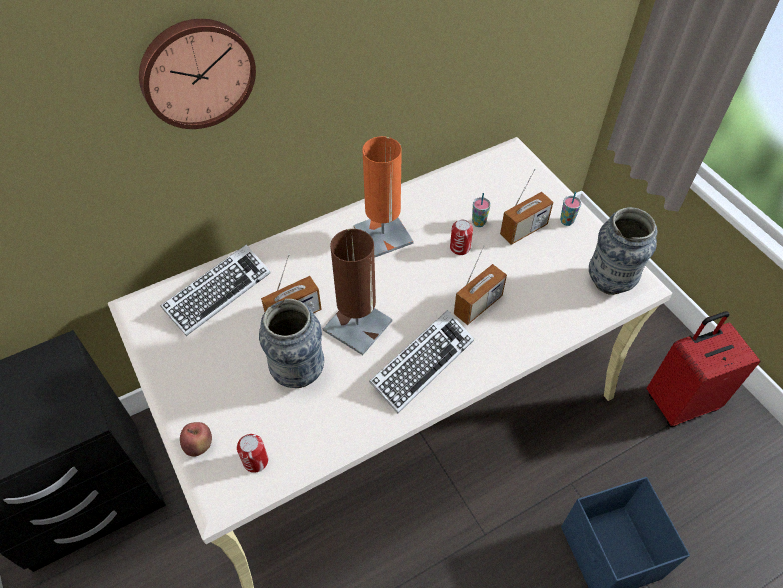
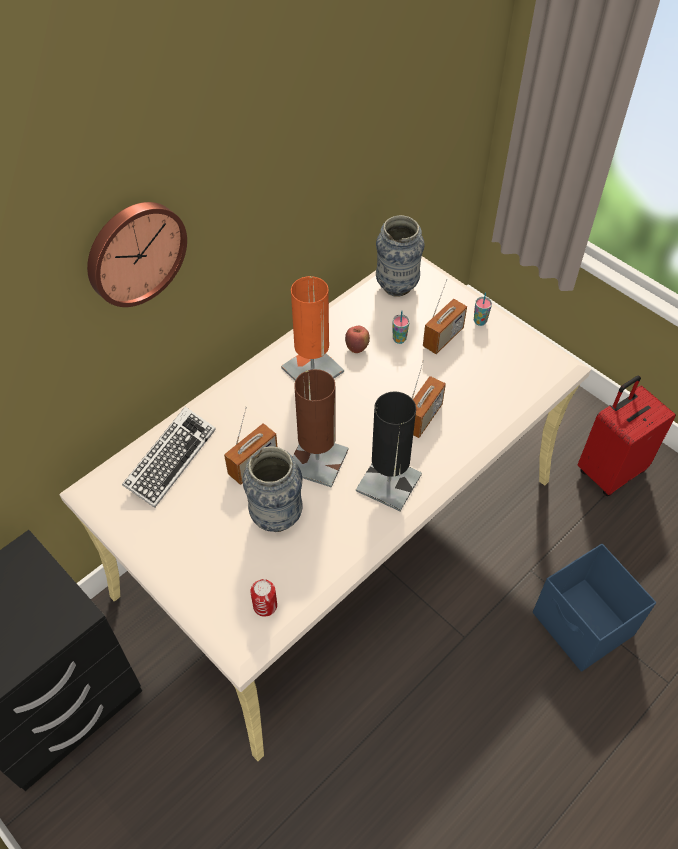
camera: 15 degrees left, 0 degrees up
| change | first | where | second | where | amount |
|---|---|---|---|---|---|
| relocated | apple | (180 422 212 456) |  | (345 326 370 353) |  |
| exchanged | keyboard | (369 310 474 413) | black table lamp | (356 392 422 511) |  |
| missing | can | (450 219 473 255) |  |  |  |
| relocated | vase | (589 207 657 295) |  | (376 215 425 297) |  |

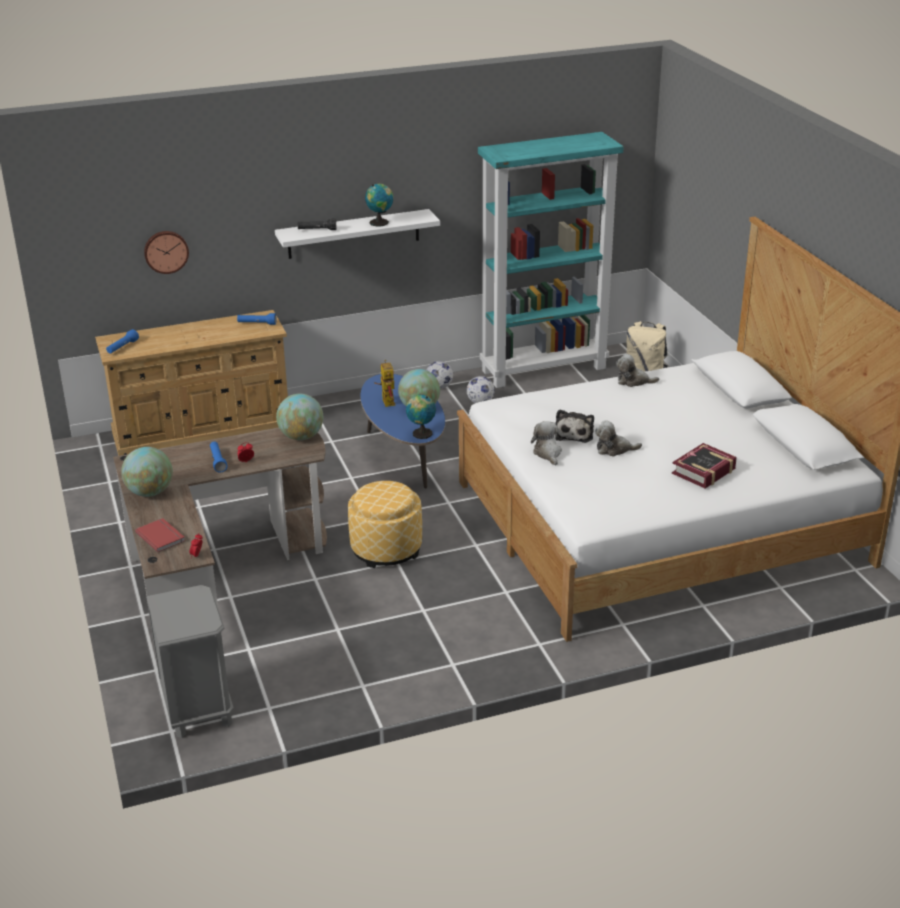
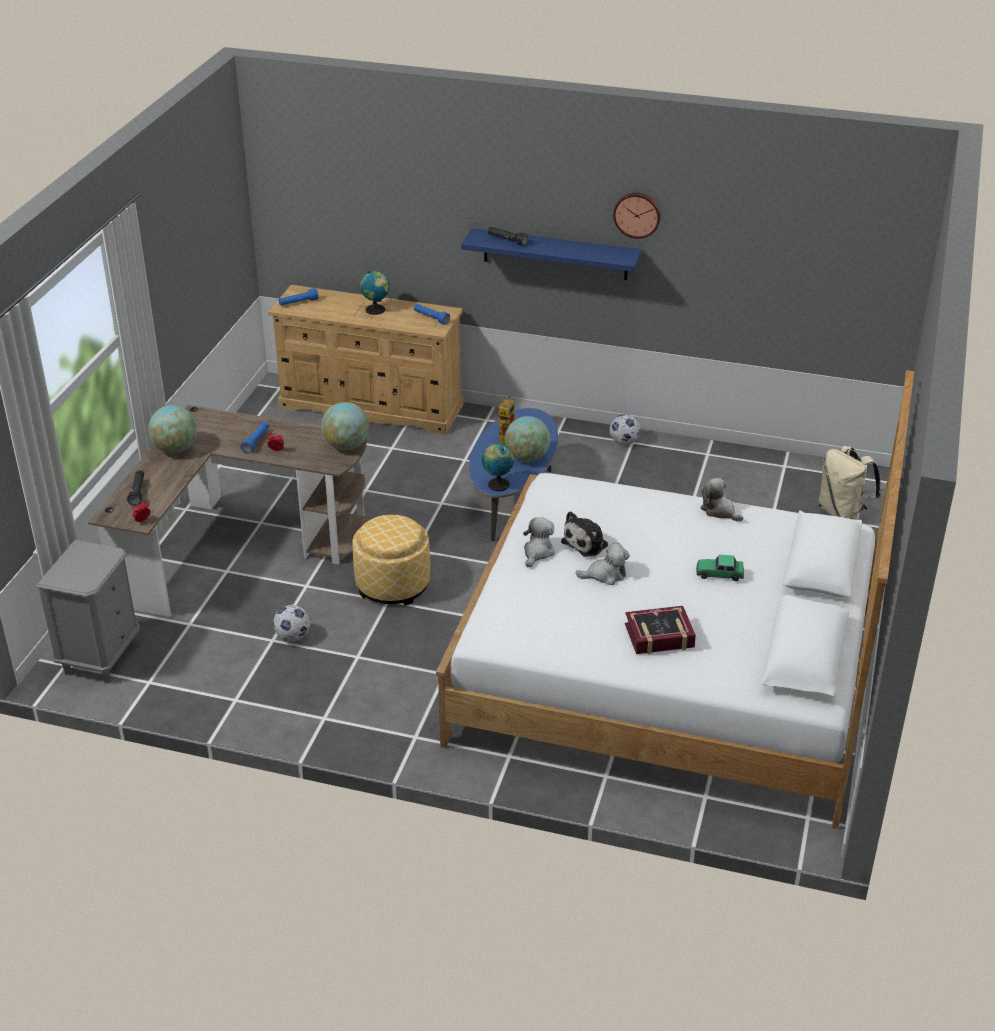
camera: 35 degrees right, 5 degrees up
| change | first | where | second | where | amount |
|---|---|---|---|---|---|
| exchanged | red book | (135 518 185 552) | black flashlight | (127 470 144 506) |  |
| relocated | wall clock | (144 231 189 274) |  | (613 193 661 239) |  |
| colour | white shelf | (275 209 440 259) | blue shelf | (461 228 642 280) |  |
| relocated | globe | (365 184 393 226) |  | (360 271 390 315) |  |
| relocated | football | (466 376 495 403) |  | (273 605 310 642) |  |
| missing | turquoise bookcase | (478 132 624 388) |  |  |  |
| spun | plush toy | (595 420 642 456) |  | (575 542 630 585) | 135 degrees clockwise |
| appeared |  |  | toy car | (696 555 744 581) |  |

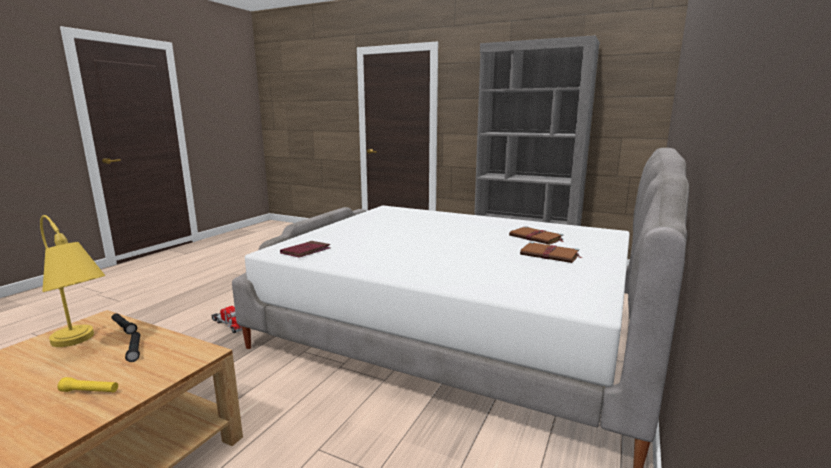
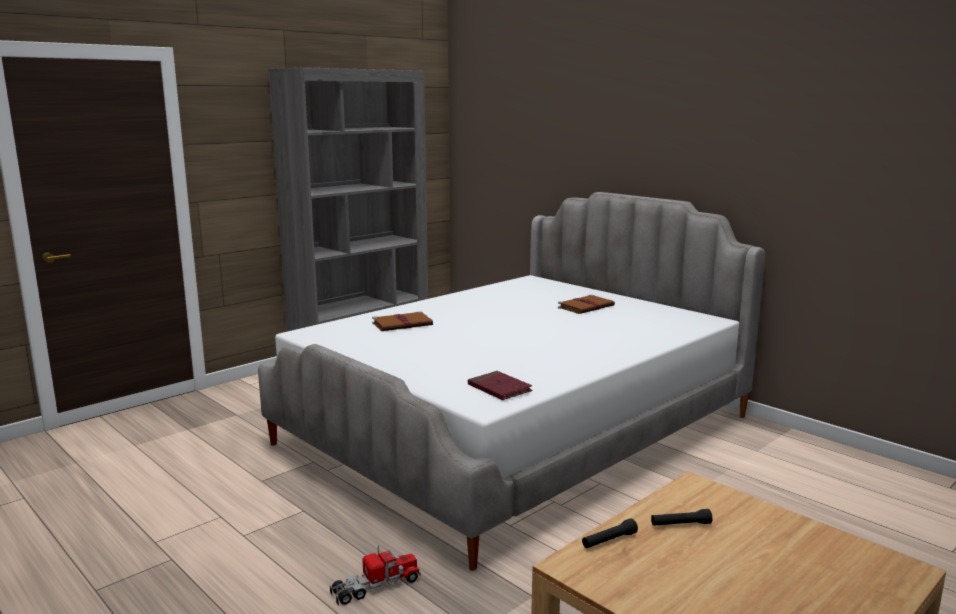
camera: 70 degrees left, 0 degrees up
| change | first | where | second | where | amount |
|---|---|---|---|---|---|
| missing | yellow table lamp | (40 215 105 347) |  |  |  |
| missing | yellow flashlight | (57 377 118 392) |  |  |  |
| relocated | brown book | (509 226 564 245) |  | (372 311 433 331) |  |

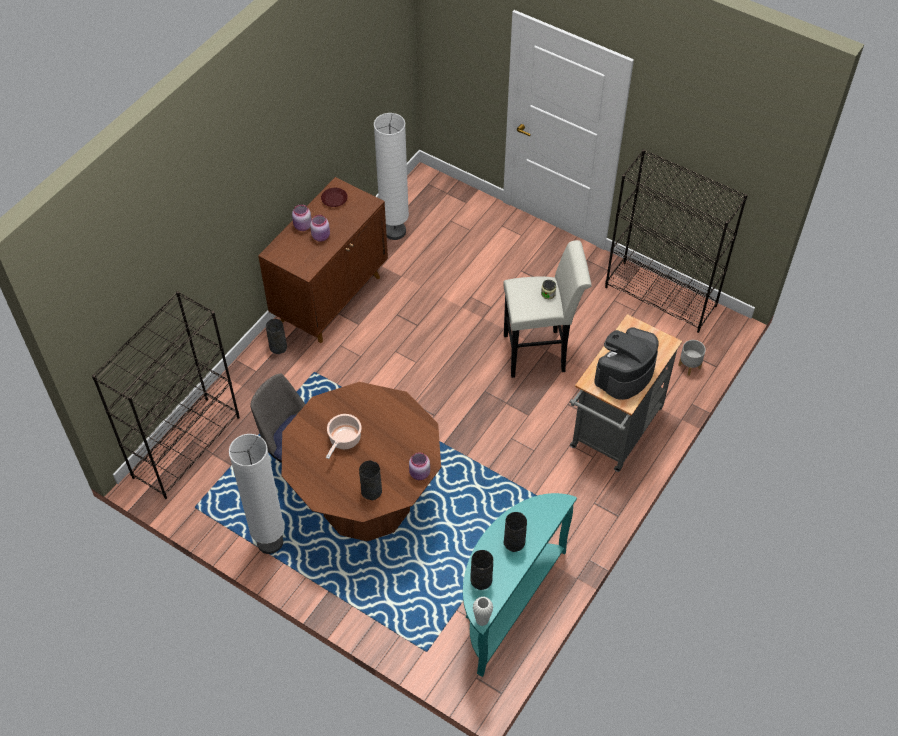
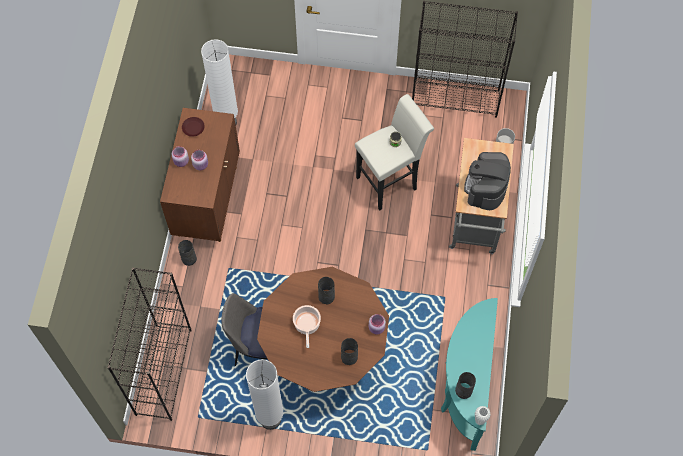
camera: 25 degrees left, 10 degrees up
| change | first | where | second | where | amount |
|---|---|---|---|---|---|
| relocated | grey vase | (504 512 527 552) |  | (318 277 335 304) |  |

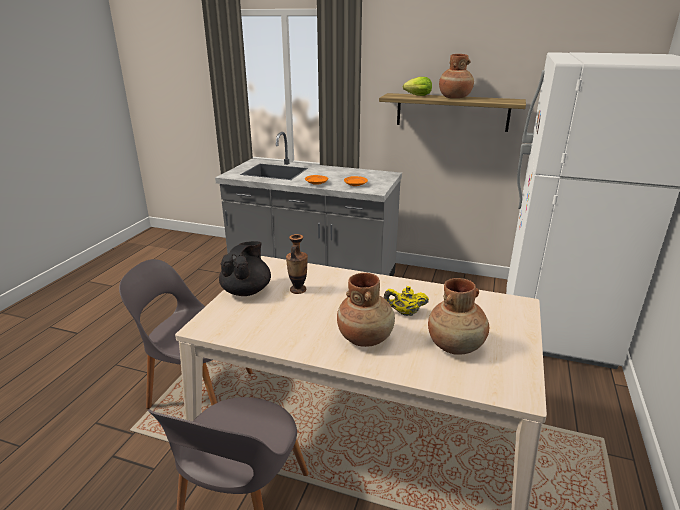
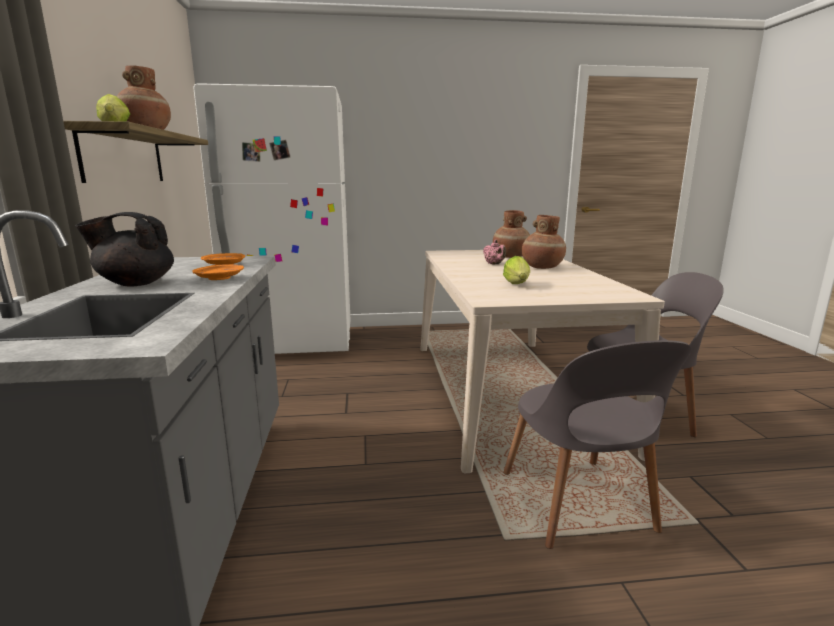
camera: 115 degrees left, 10 degrees down
| change | first | where | second | where | amount |
|---|---|---|---|---|---|
| relocated | black teapot | (219 241 271 296) |  | (75 212 174 287) |  |
| exchanged | vase | (286 234 308 294) | lettuce | (503 256 530 284) |  |
| colour | yellow teapot | (384 286 429 316) | pink teapot | (483 240 506 264) |  |

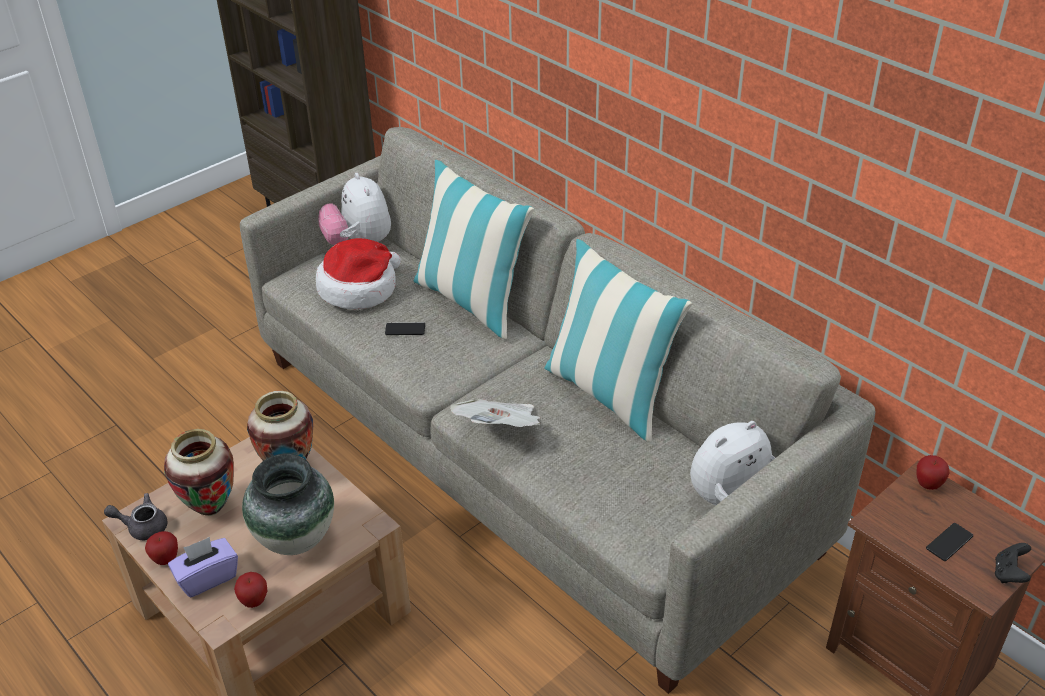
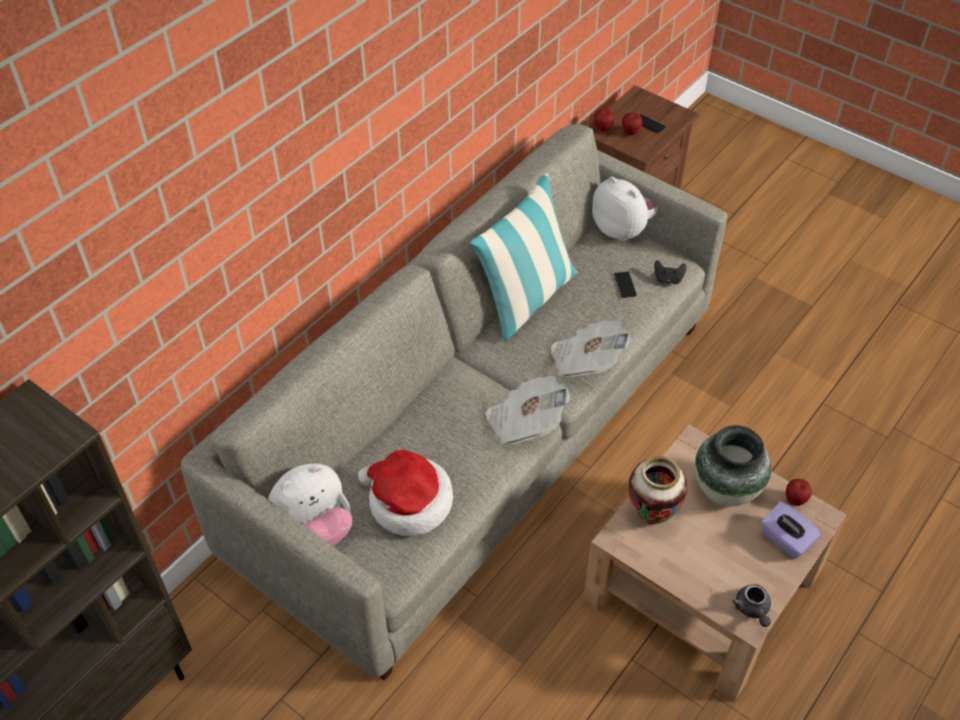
camera: 100 degrees left, 10 degrees up
| change | first | where | second | where | amount |
|---|---|---|---|---|---|
| relocated | apple | (145 531 178 565) |  | (622 113 642 135) |  |
| missing | vase | (164 429 234 516) |  |  |  |
| relocated | phone | (385 323 425 335) |  | (614 271 637 298) |  |
| missing | pillow | (414 160 534 339) |  |  |  |
| relocated | black game controller | (995 543 1031 583) |  | (654 260 686 284) |  |
| appeared |  |  | newspaper | (485 376 570 445) |  |

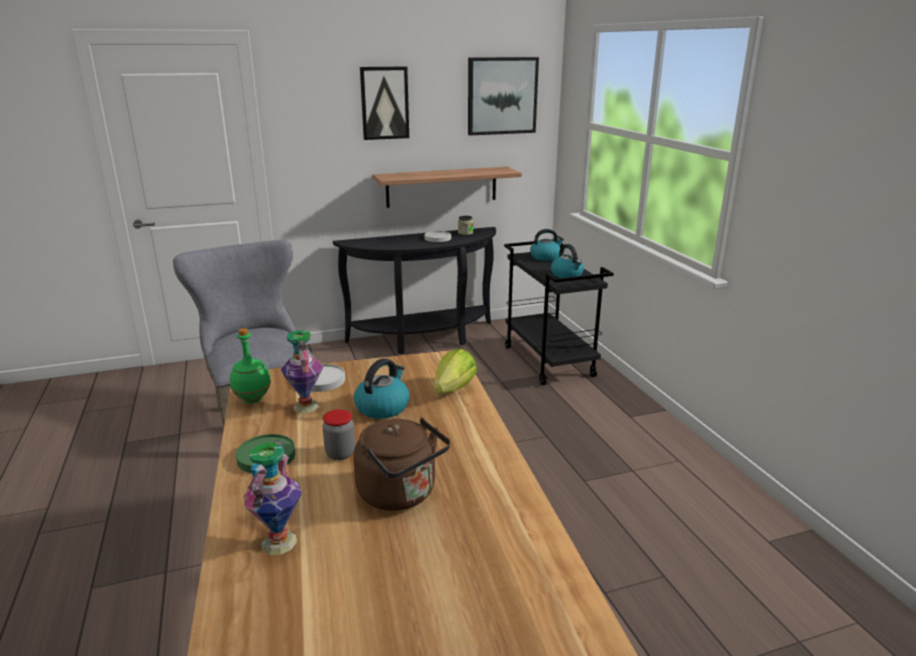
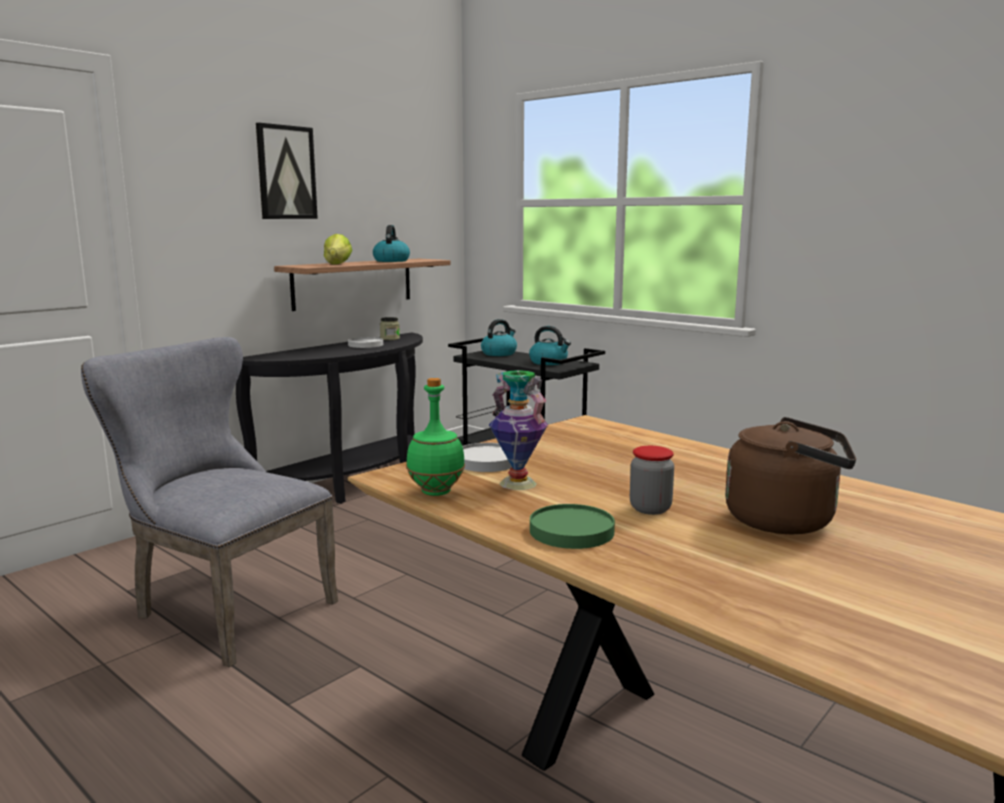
camera: 30 degrees left, 10 degrees down
| change | first | where | second | where | amount |
|---|---|---|---|---|---|
| missing | vase | (243 441 302 555) |  |  |  |
| relocated | kettle | (354 358 409 419) |  | (373 225 410 262) |  |
| relocated | lettuce | (434 349 477 394) |  | (324 234 352 264) |  |
| missing | picture | (468 57 539 136) |  |  |  |

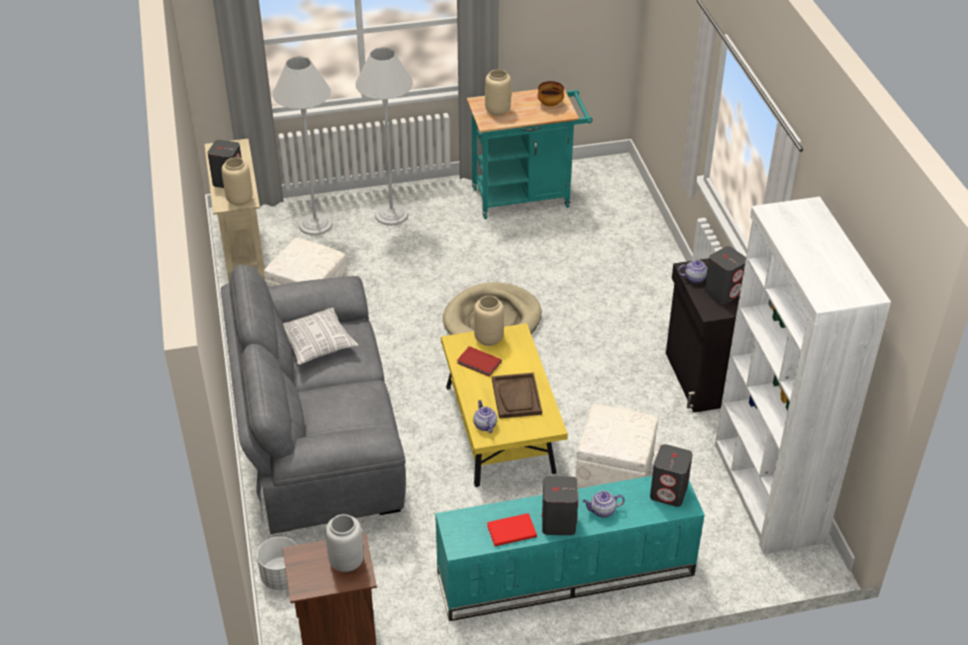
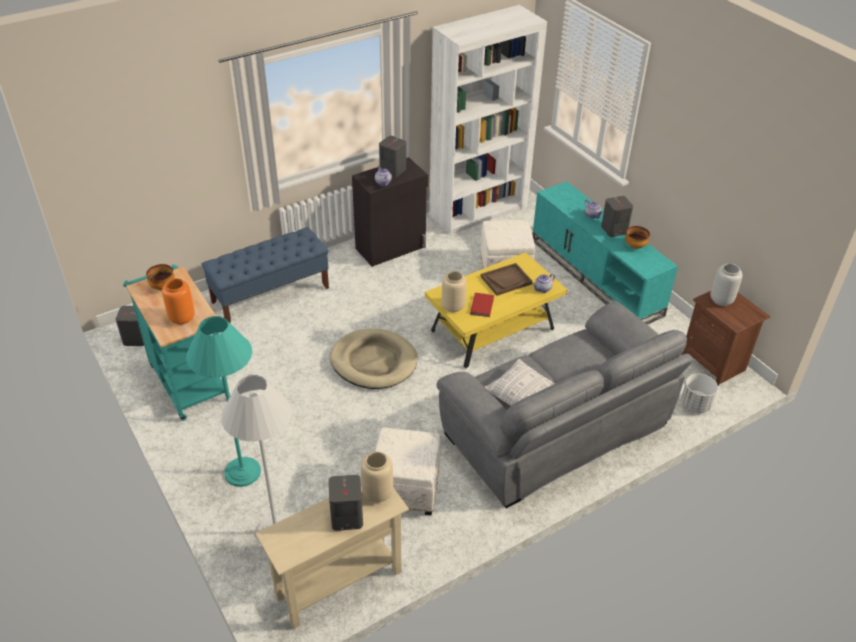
camera: 110 degrees left, 0 degrees up
| change | first | where | second | where | amount |
|---|---|---|---|---|---|
| colour | white floor lamp | (356 48 413 226) | turquoise floor lamp | (186 316 261 487) |  |
| colour | beige vase | (485 69 511 116) | orange vase | (162 278 195 325) |  |
| exchanged | red book | (487 513 537 546) | bowl | (625 226 650 249) |  |
| relocated | grey speaker | (650 444 693 507) |  | (116 306 144 346) |  |
| appeared |  |  | blue bench | (202 227 329 323) |  |

